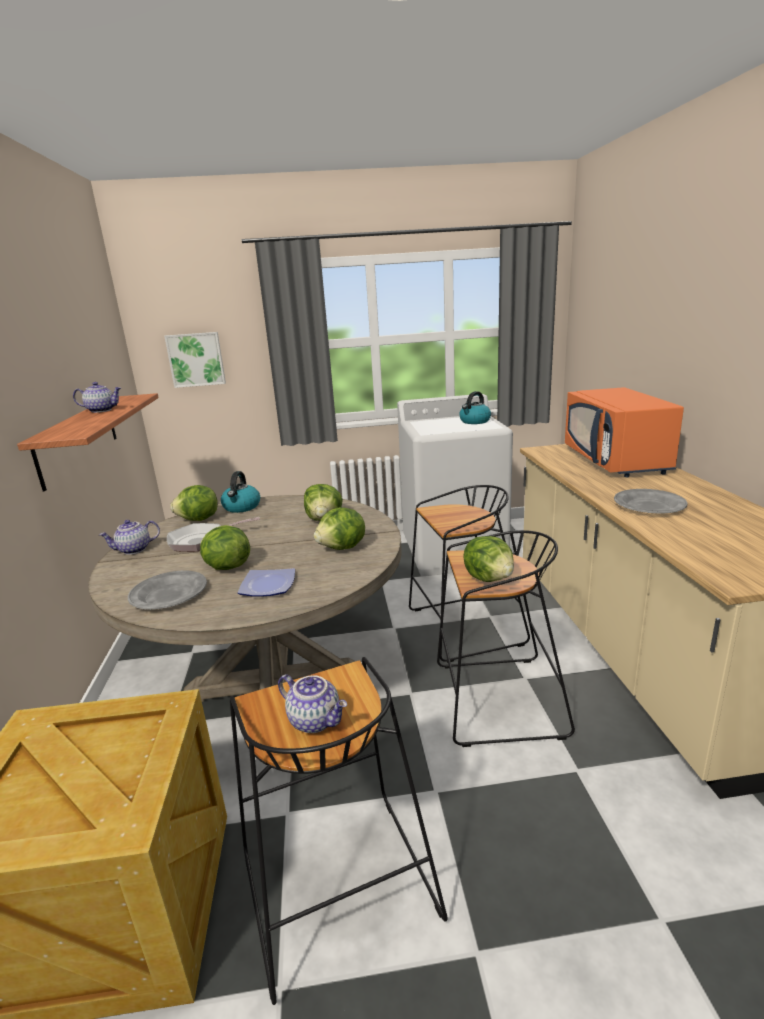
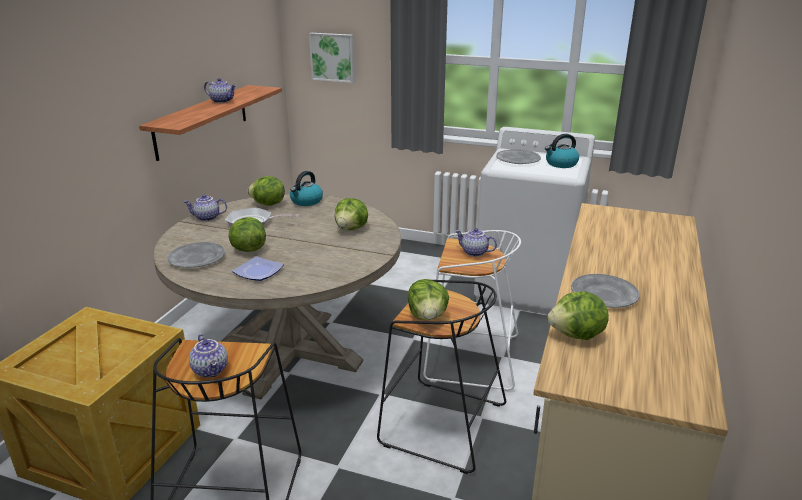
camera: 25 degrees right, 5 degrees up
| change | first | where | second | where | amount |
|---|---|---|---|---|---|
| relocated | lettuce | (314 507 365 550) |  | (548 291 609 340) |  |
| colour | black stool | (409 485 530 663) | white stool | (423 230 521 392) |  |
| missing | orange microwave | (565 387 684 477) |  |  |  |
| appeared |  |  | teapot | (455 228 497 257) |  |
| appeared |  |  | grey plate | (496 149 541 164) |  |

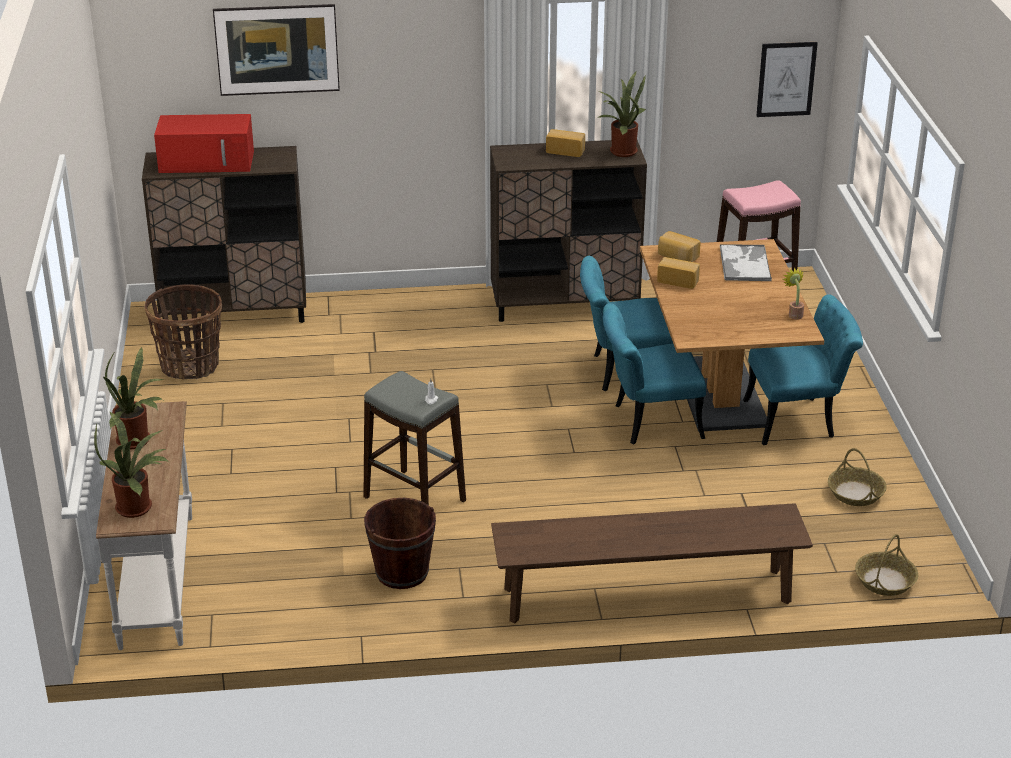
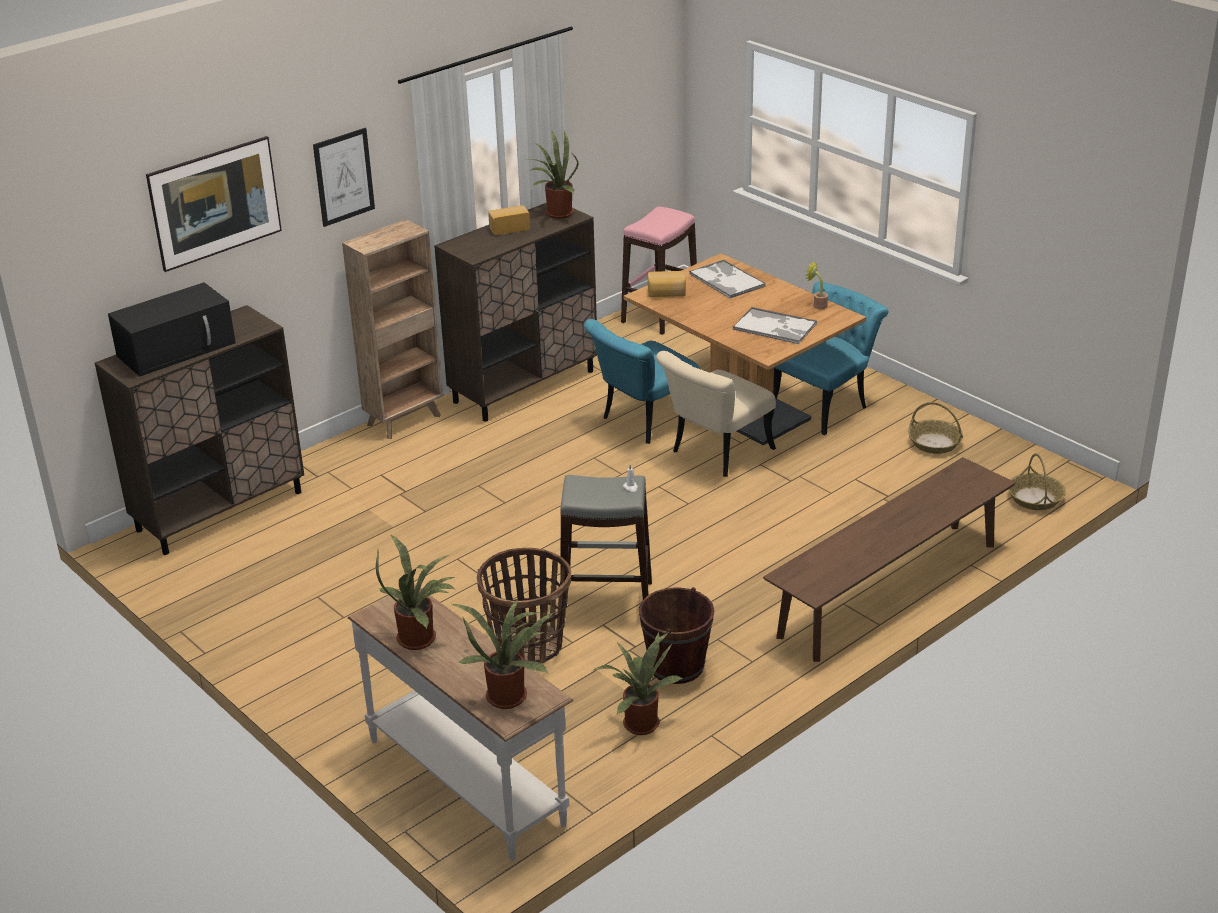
camera: 35 degrees left, 0 degrees up
| change | first | where | second | where | amount |
|---|---|---|---|---|---|
| relocated | basket | (145 284 222 379) |  | (477 548 571 663) |  |
| colour | red microwave | (154 114 254 173) | black microwave | (108 282 236 377) |  |
| colour | turquoise chair | (603 303 706 444) | beige chair | (656 351 776 477) |  |
| missing | bread | (657 257 700 289) |  |  |  |
| relocated | picture | (756 42 818 117) |  | (313 128 375 227) |  |
| appeared |  |  | brown bookcase | (342 219 444 439) |  |
| appeared |  |  | potted plant | (592 632 683 735) |  |
| appeared |  |  | tray | (733 307 817 344) |  |

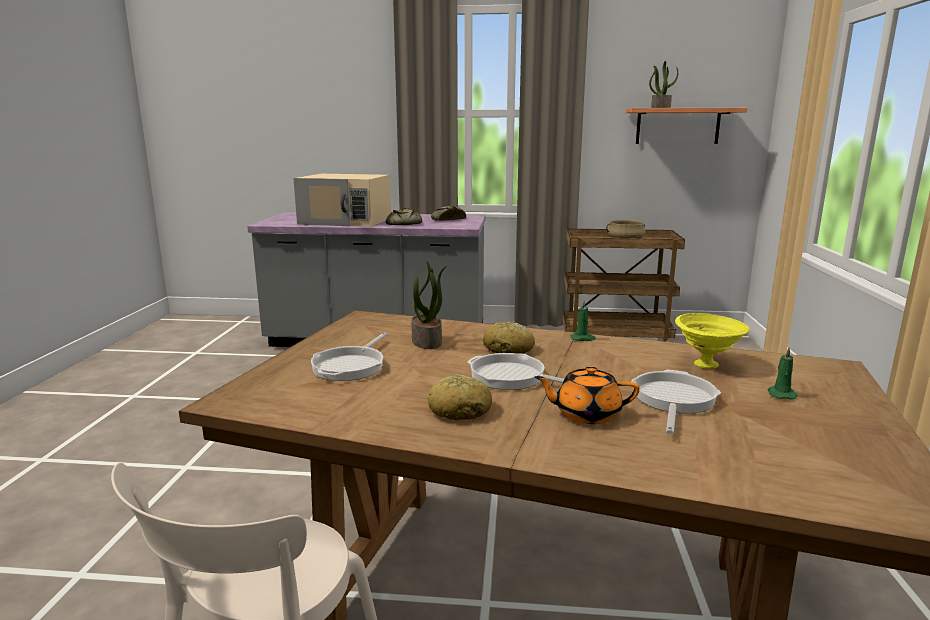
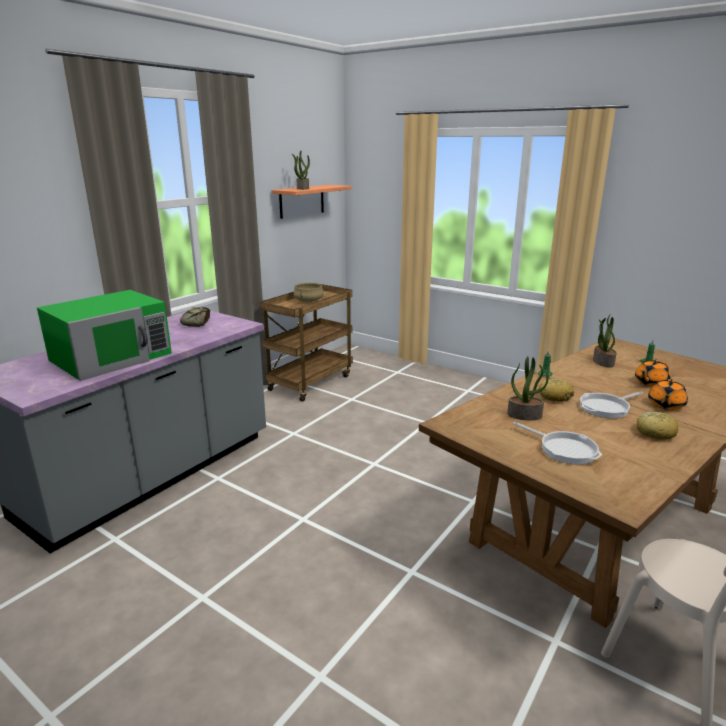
camera: 60 degrees left, 5 degrees up
| change | first | where | second | where | amount |
|---|---|---|---|---|---|
| colour | beige microwave | (293 174 391 227) | green microwave | (37 290 172 381) |  |
| missing | bread | (386 208 422 225) |  |  |  |
| exchanged | frying pan | (631 370 721 434) | orange teapot | (635 359 671 387) |  |
| exchanged | yellow bowl | (675 313 750 369) | potted plant | (593 315 617 368) |  |

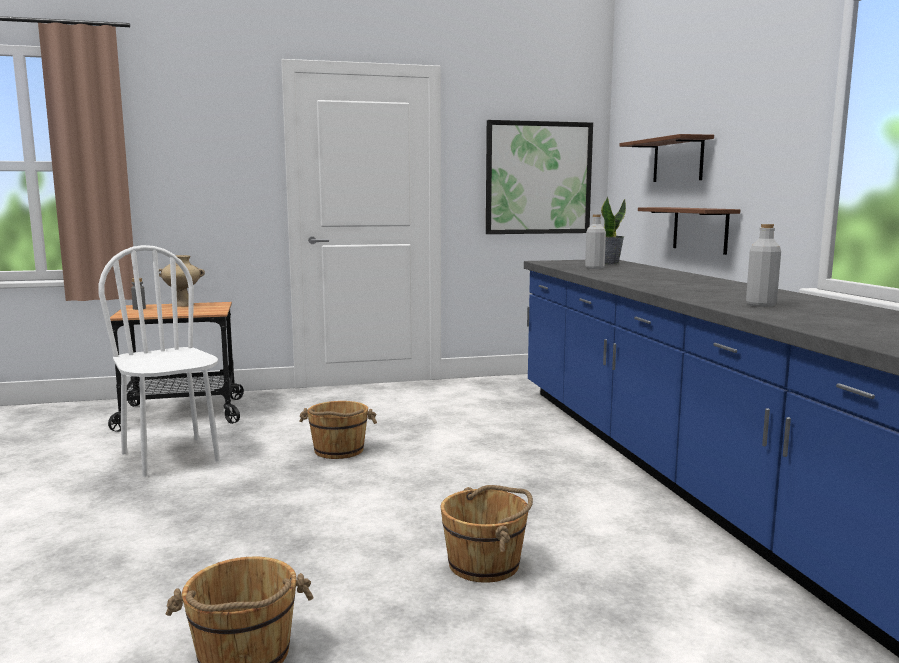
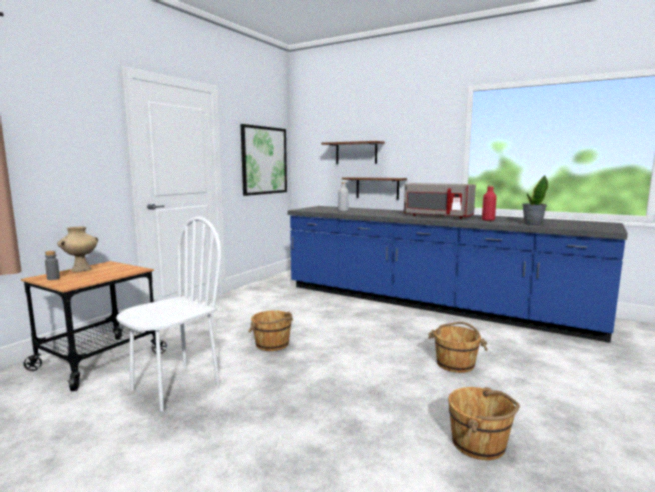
camera: 45 degrees left, 0 degrees up
| change | first | where | second | where | amount |
|---|---|---|---|---|---|
| spun | white chair | (99 245 220 477) |  | (116 216 222 411) | 120 degrees clockwise |
| relocated | potted plant | (601 196 626 264) |  | (523 175 548 225) |  |
| colour | grey bottle | (746 224 781 307) | red bottle | (482 185 497 221) |  |
| appeared |  |  | grey microwave | (404 183 476 219) |  |

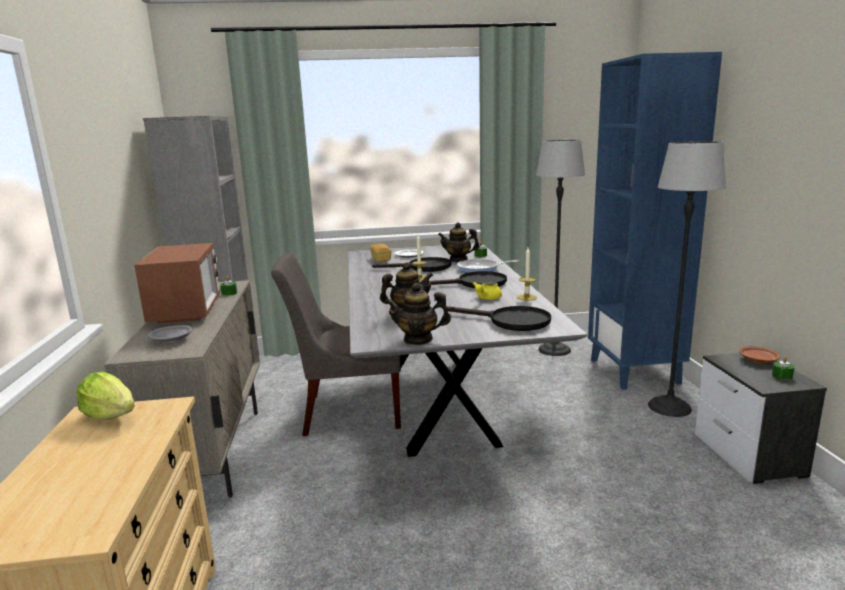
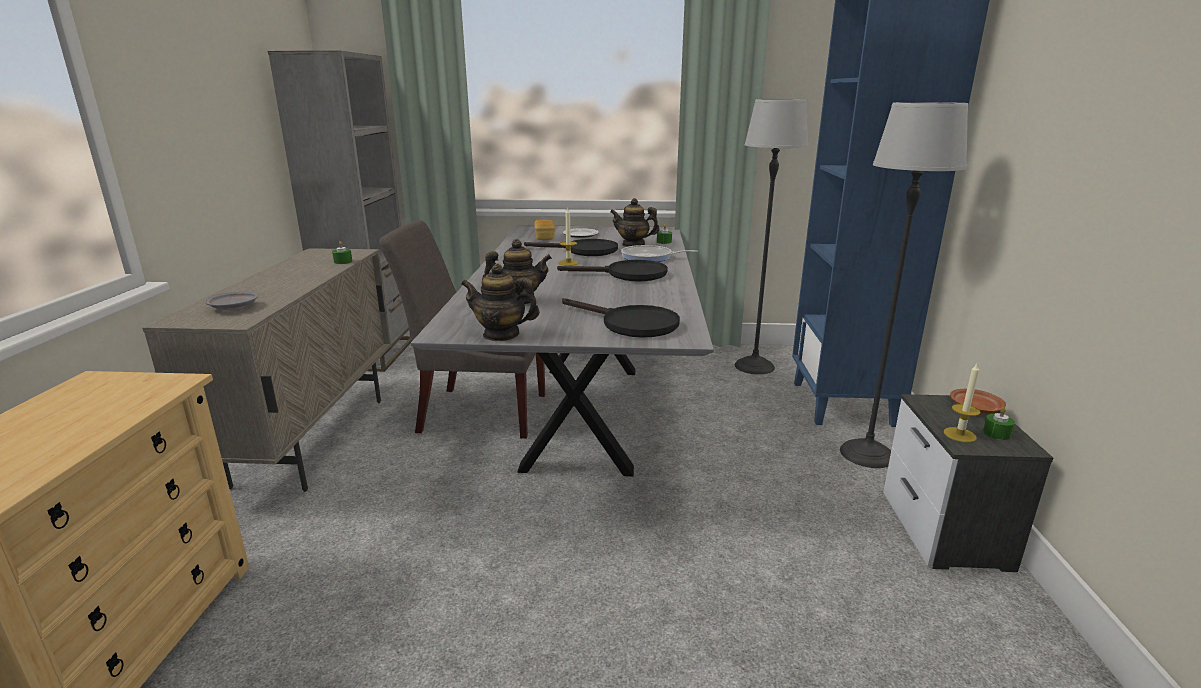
camera: 10 degrees right, 5 degrees up
| change | first | where | second | where | amount |
|---|---|---|---|---|---|
| missing | lettuce | (76 371 135 419) |  |  |  |
| missing | microwave | (134 243 220 324) |  |  |  |
| missing | yellow teapot | (473 282 502 300) |  |  |  |
| relocated | candle | (517 248 537 301) |  | (944 364 981 443) |  |

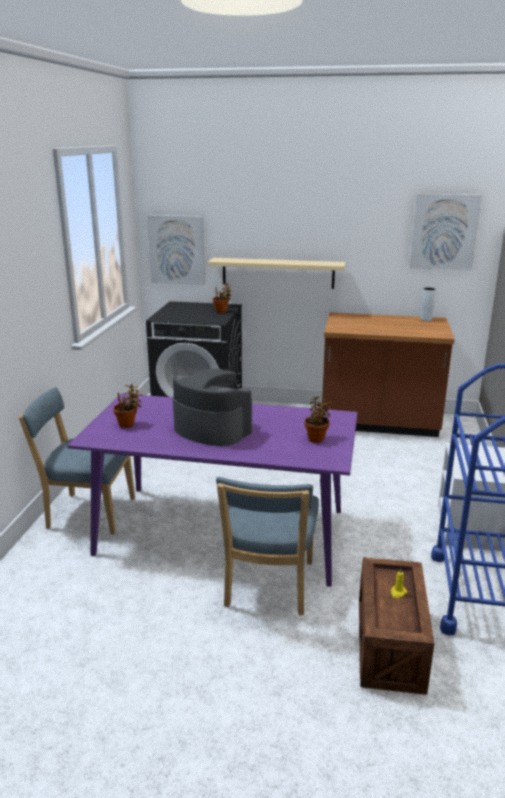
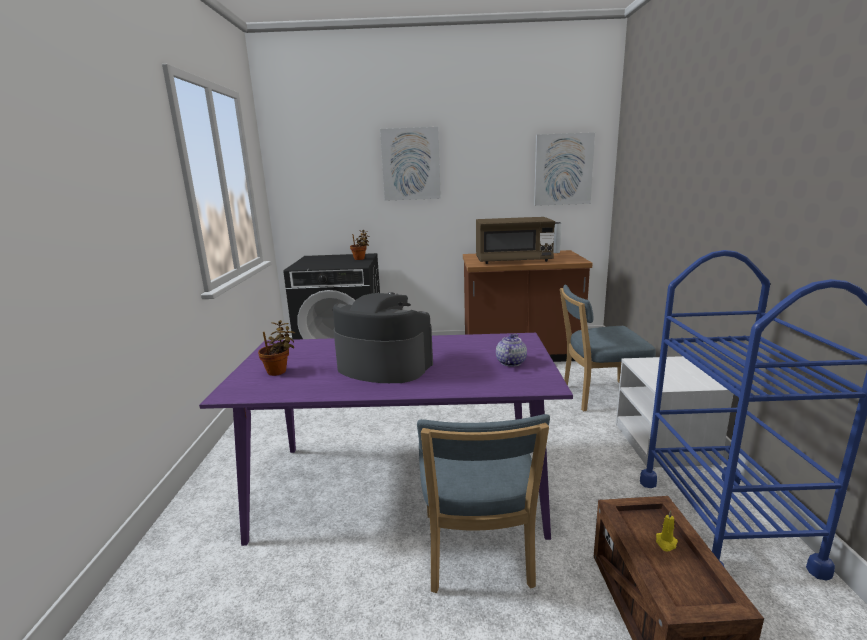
camera: 10 degrees left, 5 degrees down
| change | first | where | second | where | amount |
|---|---|---|---|---|---|
| relocated | blue chair | (19 387 135 535) |  | (560 285 656 411) |  |
| relocated | picture | (147 215 205 285) |  | (380 127 441 201) |  |
| missing | beige shelf | (208 258 346 289) |  |  |  |
| exchanged | potted plant | (305 396 332 443) | teapot | (496 334 527 367) |  |
| appeared |  |  | brown microwave | (476 217 555 264) |  |

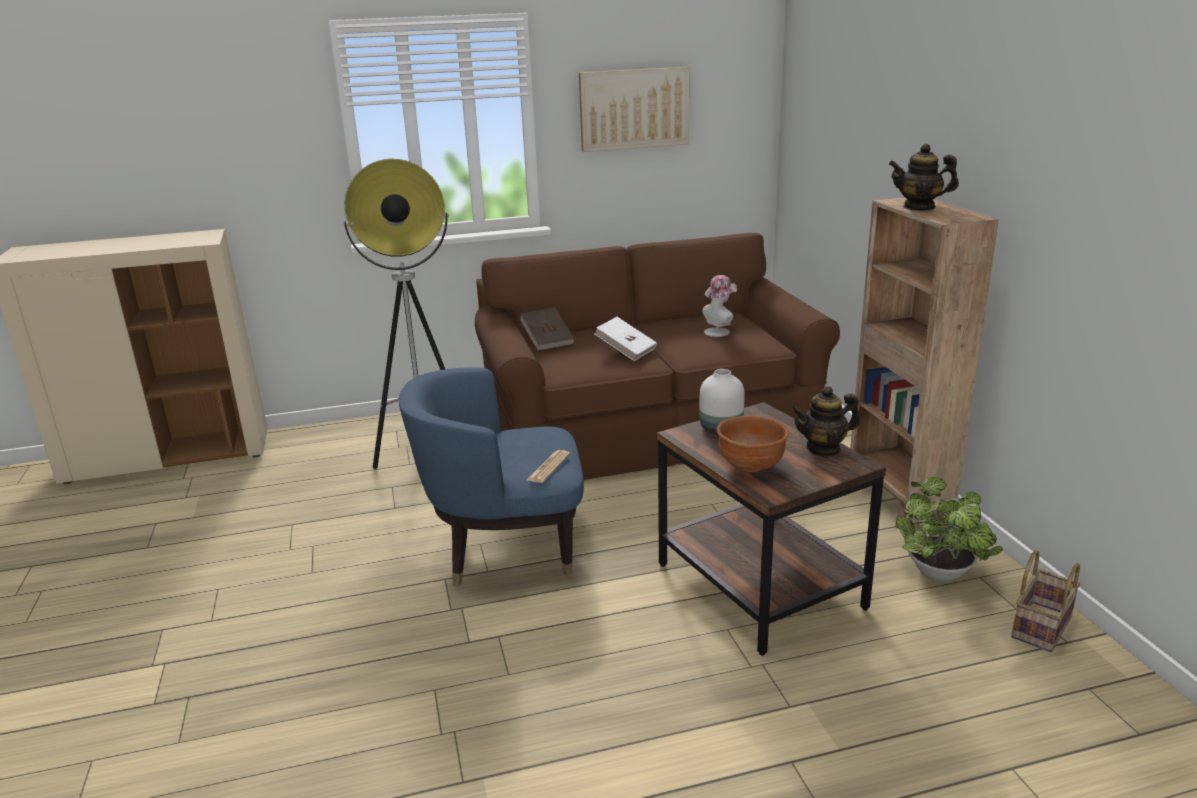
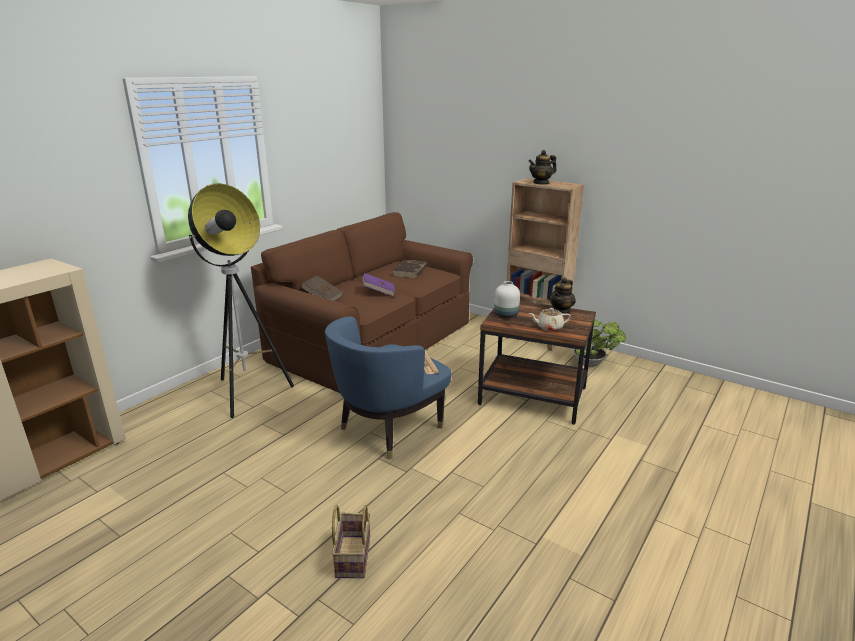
camera: 40 degrees left, 0 degrees up
| change | first | where | second | where | amount |
|---|---|---|---|---|---|
| missing | picture | (579 67 689 152) |  |  |  |
| colour | white book | (594 317 657 361) | purple book | (362 273 395 296) |  |
| exchanged | hat | (702 275 737 337) | brown book | (392 260 428 278) |  |
| exchanged | brown bowl | (717 416 789 472) | beige teapot | (529 308 571 331) |  |
| relocated | basket | (1011 550 1080 652) |  | (332 505 370 578) |  |

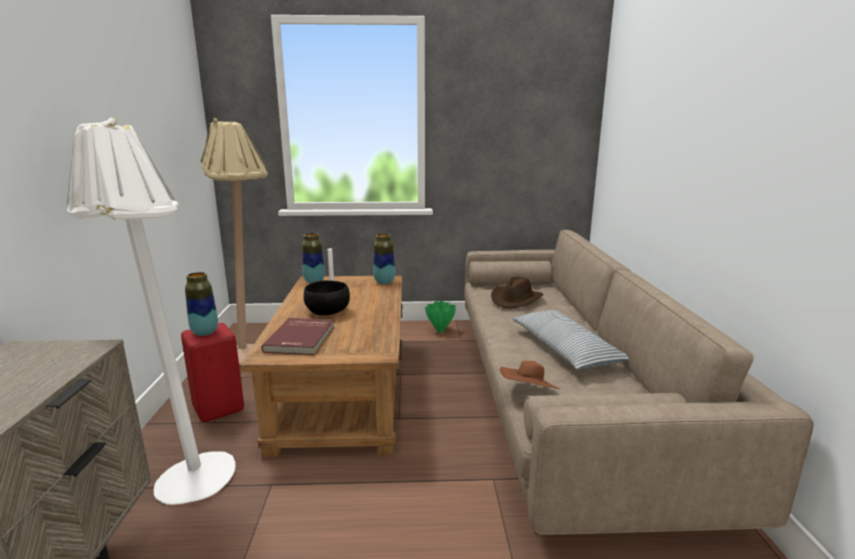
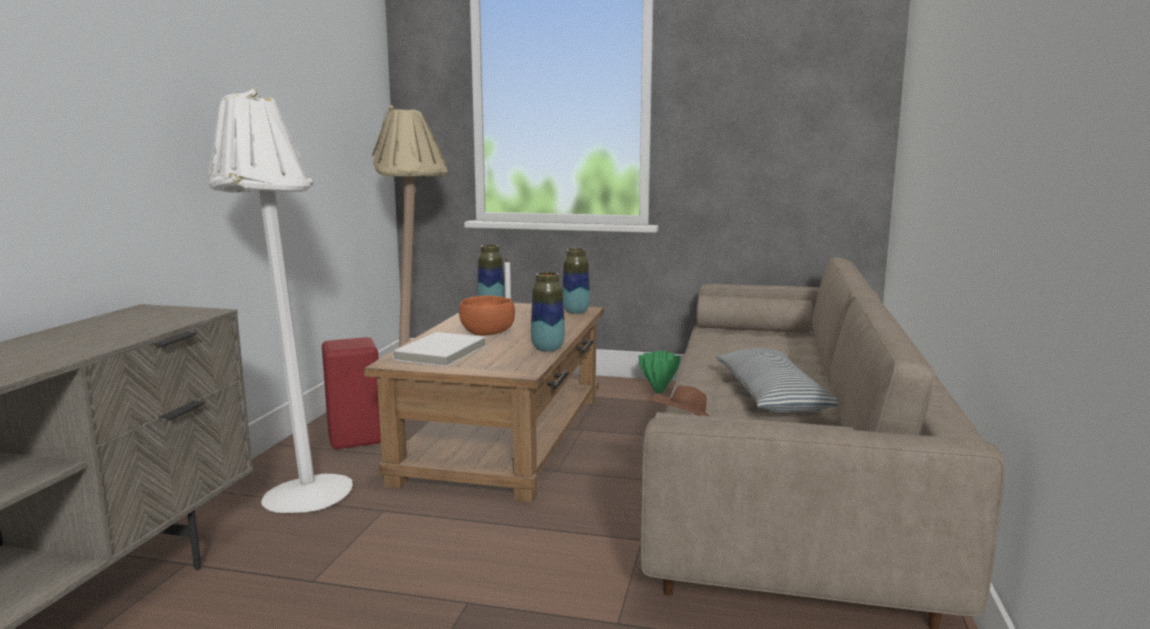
camera: 15 degrees right, 5 degrees down
| change | first | where | second | where | amount |
|---|---|---|---|---|---|
| relocated | vase | (185 272 218 336) |  | (531 272 565 352) |  |
| colour | red book | (261 318 334 355) | white book | (392 332 486 367) |  |
| colour | black bowl | (304 280 350 315) | orange bowl | (459 296 515 335) |  |
| missing | brown hat | (491 277 544 308) |  |  |  |

